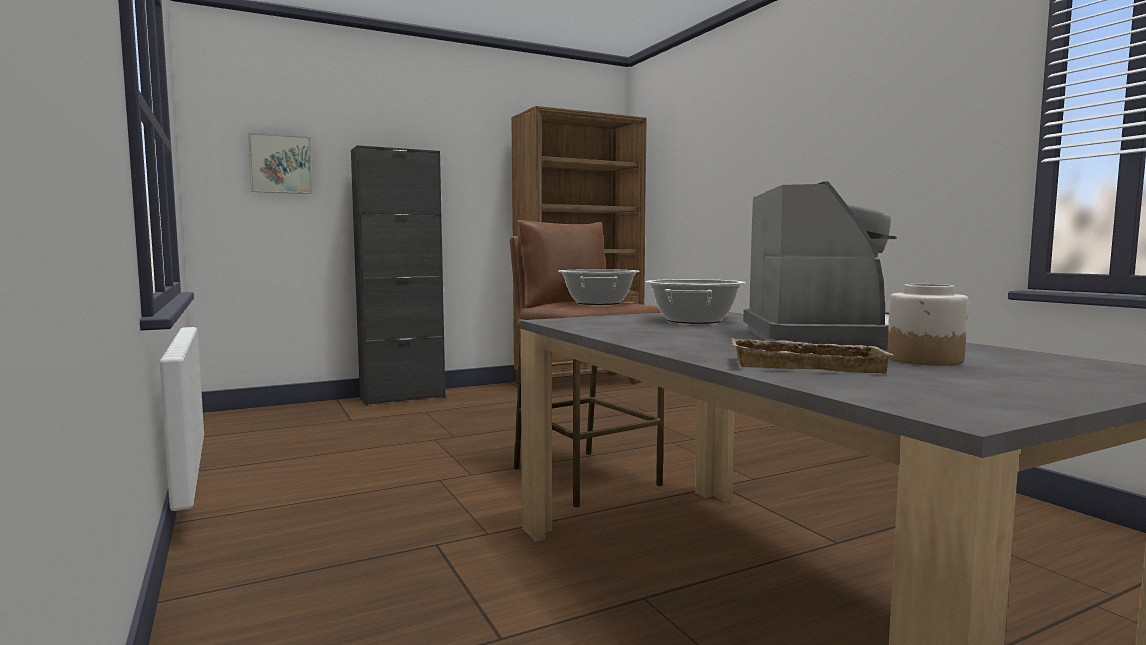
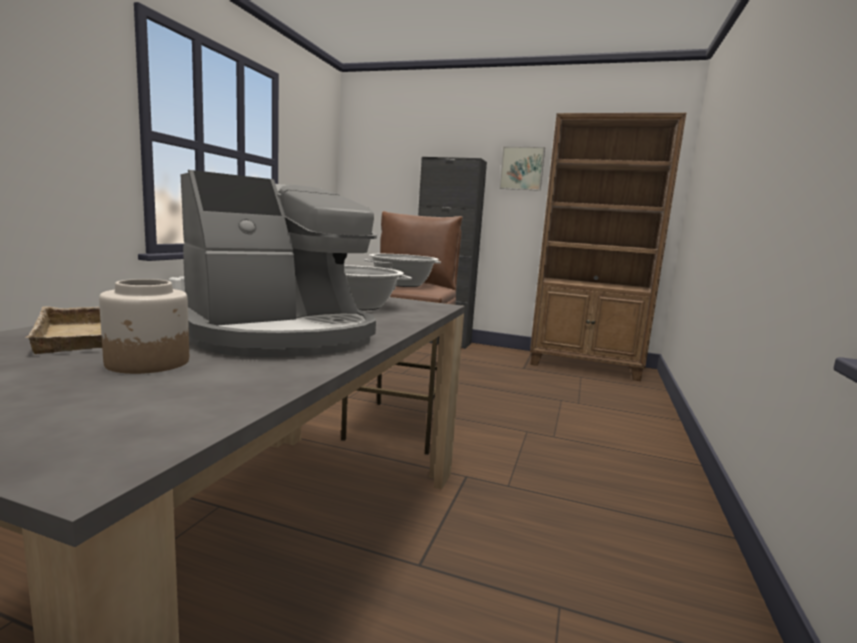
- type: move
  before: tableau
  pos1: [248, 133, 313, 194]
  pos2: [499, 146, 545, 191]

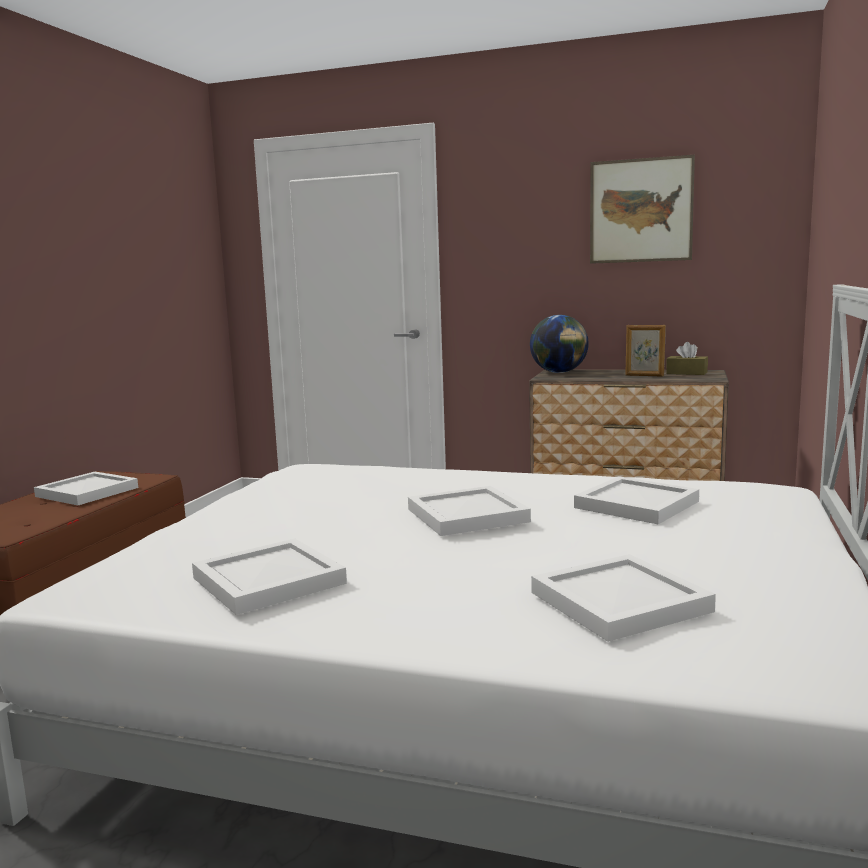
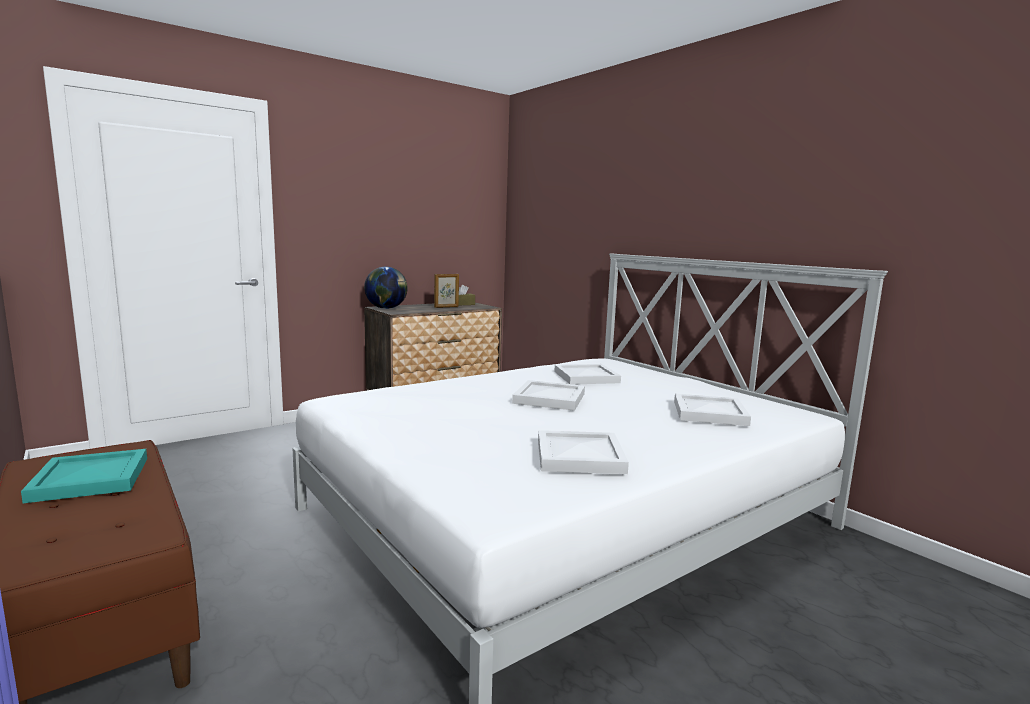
- type: recolor
  before: plateau [blanc]
  after: plateau [turquoise]
  pos1: [34, 472, 138, 505]
  pos2: [21, 449, 147, 503]
- type: delete
  before: tableau
  pos1: [590, 155, 695, 264]

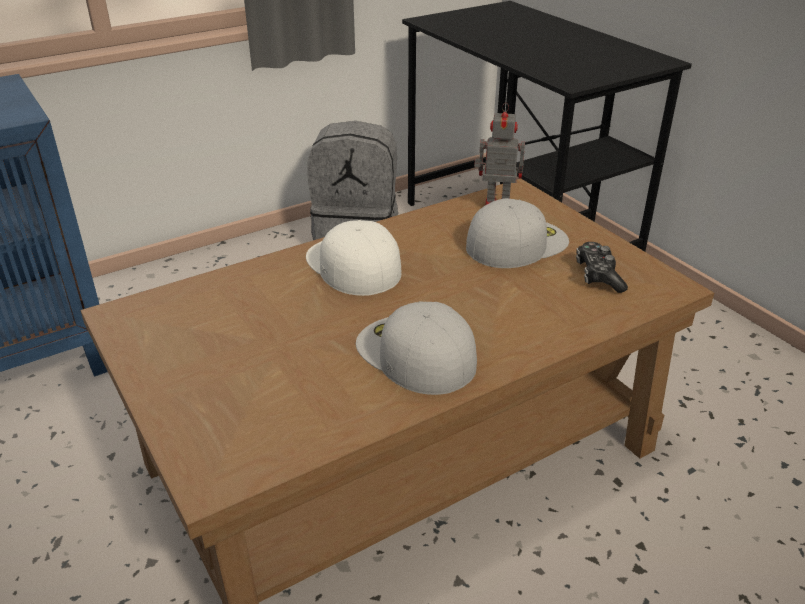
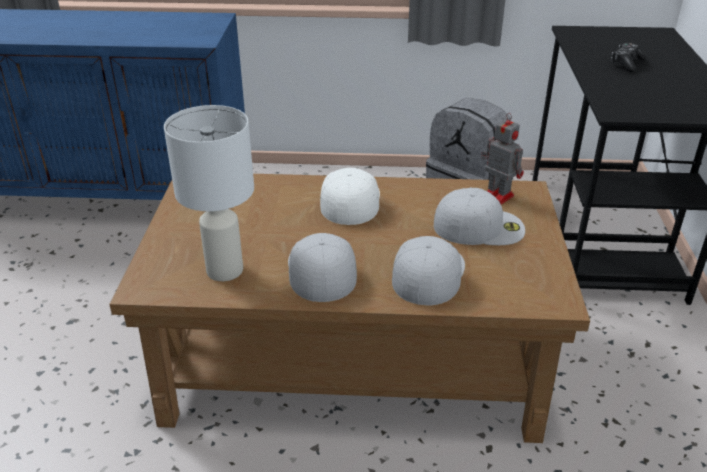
- type: move
  before: manette
  pos1: [576, 242, 628, 293]
  pos2: [611, 43, 646, 72]
- type: insert
  after: lampe de table [blanc]
  pos2: [164, 105, 254, 281]
- type: insert
  after: casquette [blanc]
  pos2: [392, 236, 465, 305]

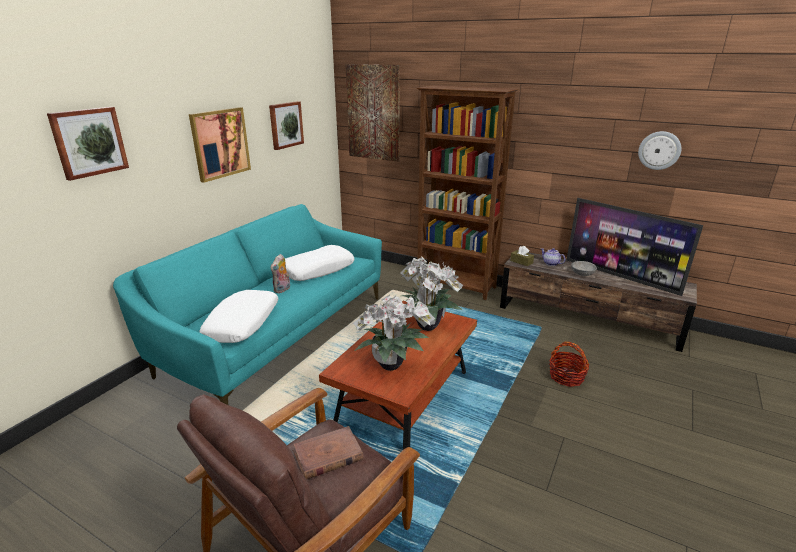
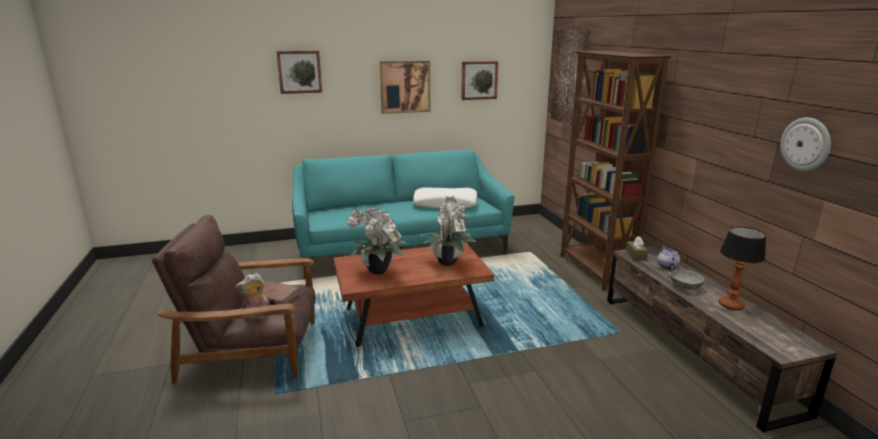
- type: delete
  before: coussin [blanc]
  pos1: [199, 290, 278, 343]
- type: move
  before: peluche
  pos1: [271, 254, 290, 293]
  pos2: [235, 273, 269, 320]
- type: delete
  before: panier
  pos1: [549, 342, 590, 387]
- type: replace
  before: téléviseur
  after: lampe de table
  pos1: [567, 198, 703, 296]
  pos2: [718, 227, 766, 310]

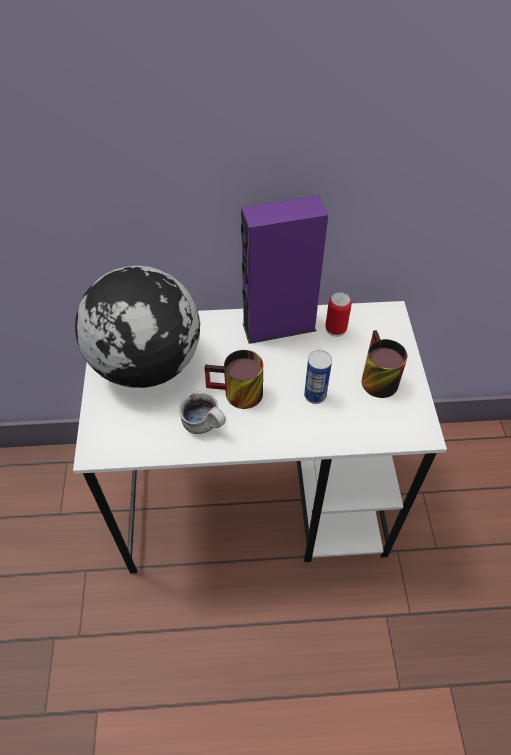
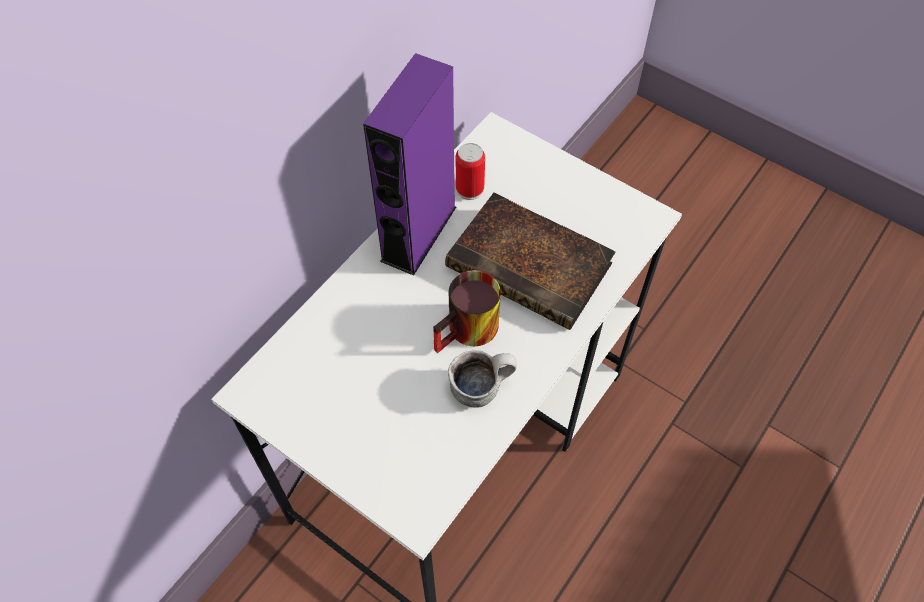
- type: delete
  before: globe
  pos1: [75, 266, 200, 388]
- type: replace
  before: boîte métallique
  after: livre
  pos1: [304, 350, 332, 404]
  pos2: [445, 193, 616, 330]
- type: delete
  before: mug
  pos1: [362, 330, 408, 398]

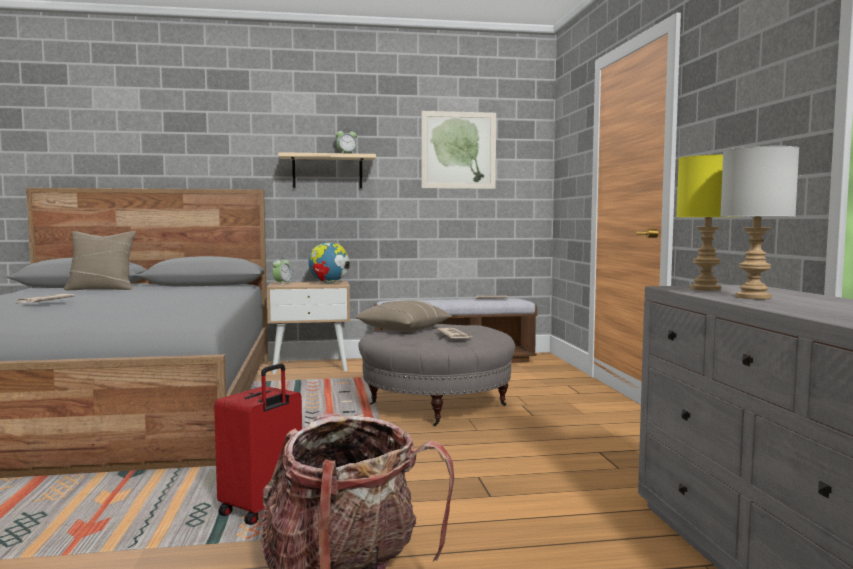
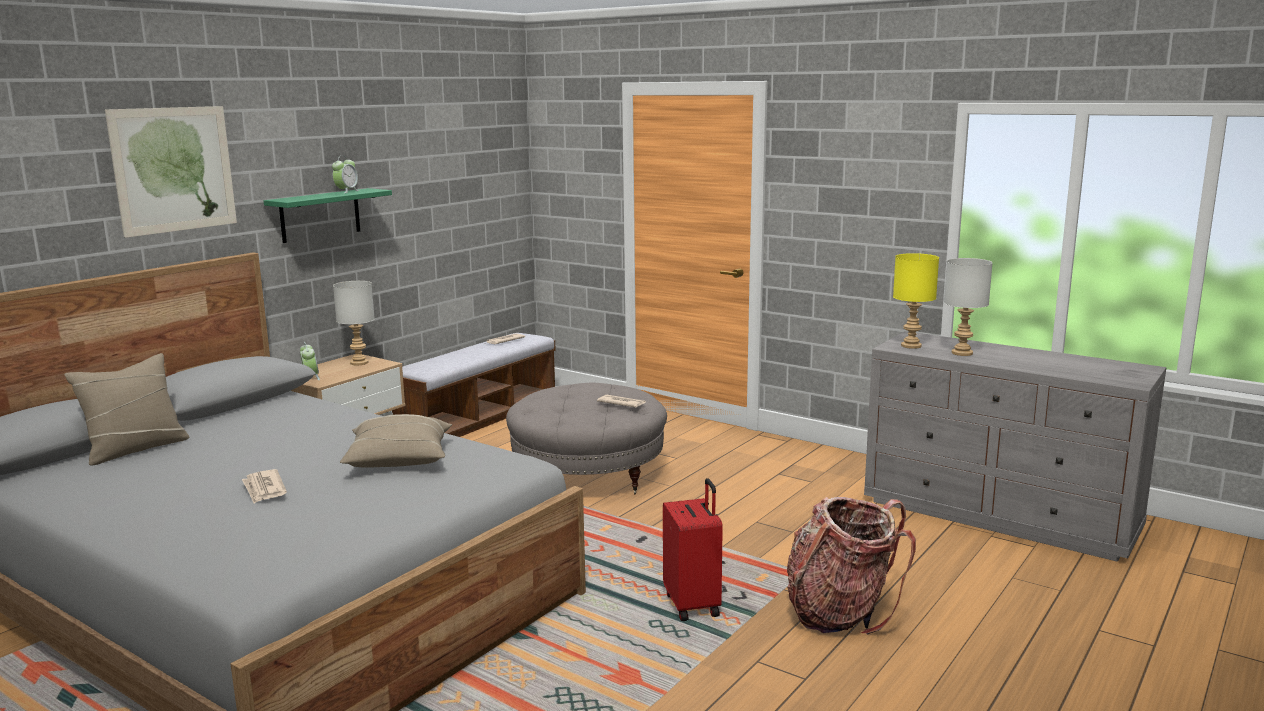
- type: recolor
  before: étagère [beige]
  after: étagère [vert]
  pos1: [278, 152, 376, 188]
  pos2: [264, 188, 392, 243]
- type: replace
  before: globe
  after: lampe de table [gris]
  pos1: [308, 242, 350, 283]
  pos2: [333, 281, 375, 365]
- type: move
  before: coussin [beige]
  pos1: [354, 300, 452, 332]
  pos2: [340, 414, 452, 468]
- type: move
  before: tableau
  pos1: [422, 111, 496, 189]
  pos2: [105, 106, 237, 238]

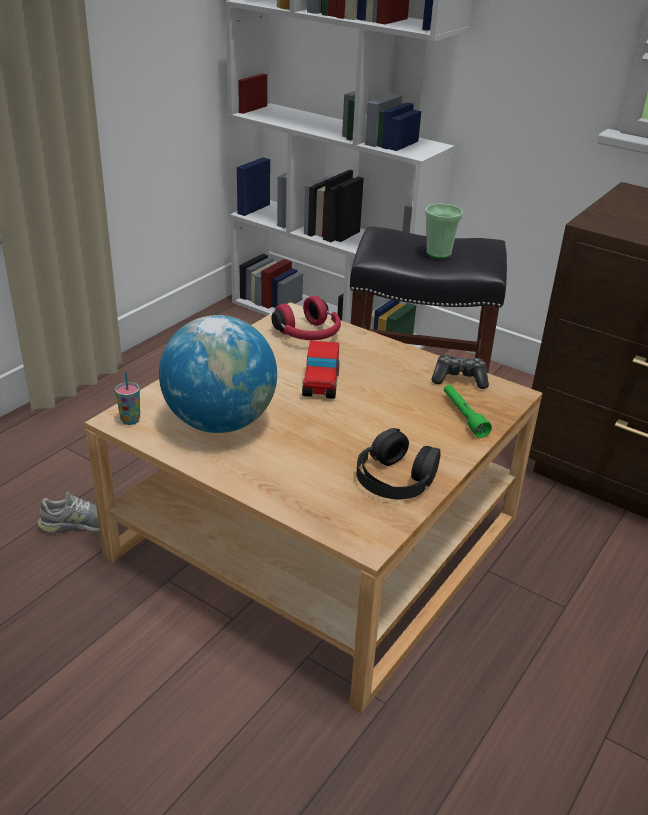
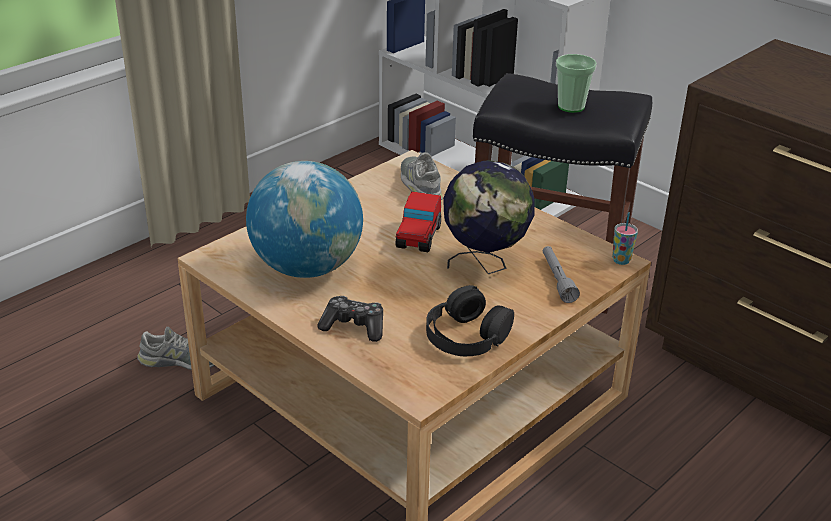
- type: move
  before: tasse
  pos1: [115, 371, 140, 425]
  pos2: [612, 212, 638, 265]
- type: replace
  before: casque audio [rouge]
  after: chaussure [gris]
  pos1: [271, 296, 341, 340]
  pos2: [401, 152, 443, 200]
- type: move
  before: manette
  pos1: [431, 355, 489, 389]
  pos2: [318, 296, 383, 342]
- type: recolor
  before: lampe de poche [vert]
  after: lampe de poche [gris]
  pos1: [444, 385, 492, 438]
  pos2: [543, 246, 580, 303]
- type: insert
  after: globe
  pos2: [443, 160, 535, 274]

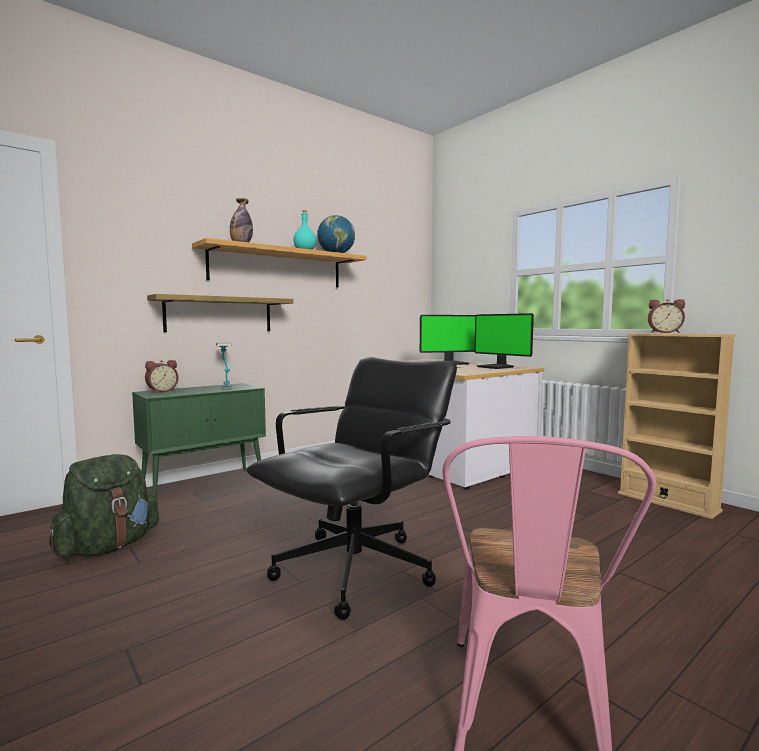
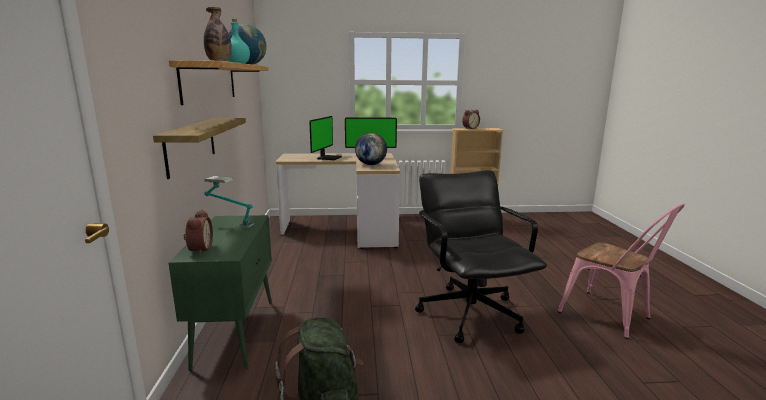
- type: insert
  after: globe
  pos2: [355, 133, 387, 165]

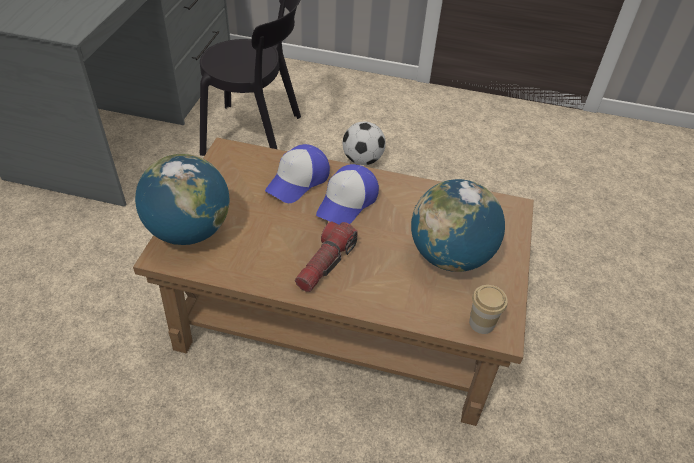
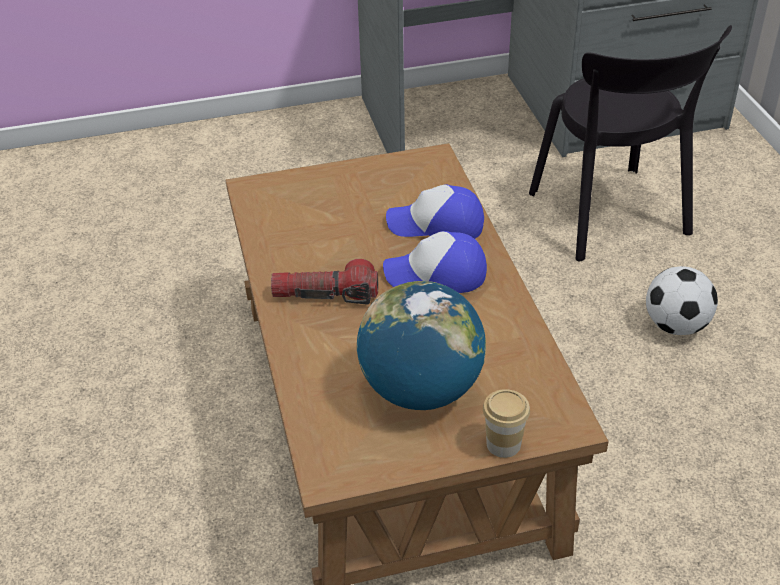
- type: delete
  before: globe
  pos1: [135, 154, 230, 245]
- type: move
  before: tasse
  pos1: [469, 285, 508, 334]
  pos2: [483, 389, 530, 458]

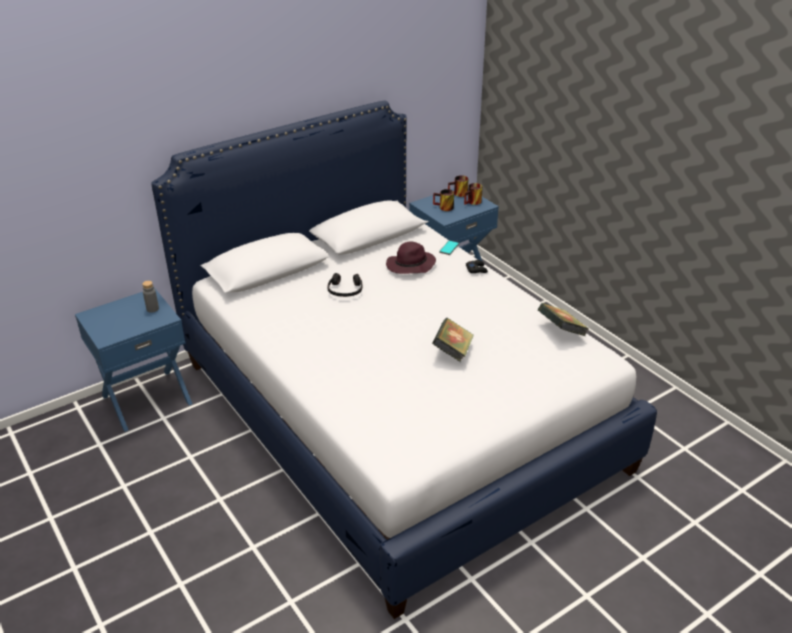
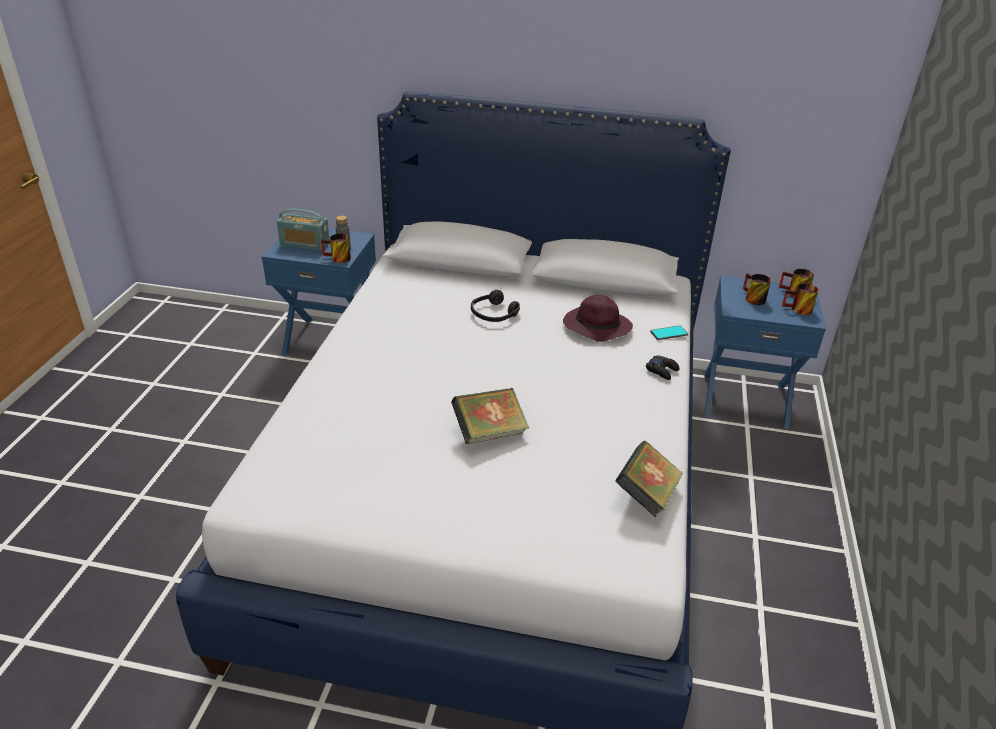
- type: insert
  after: radio
  pos2: [277, 209, 330, 251]
- type: insert
  after: mug
  pos2: [321, 233, 351, 263]

